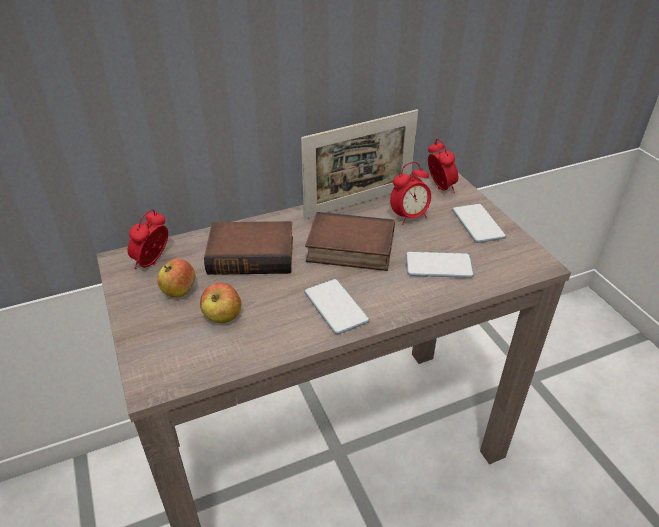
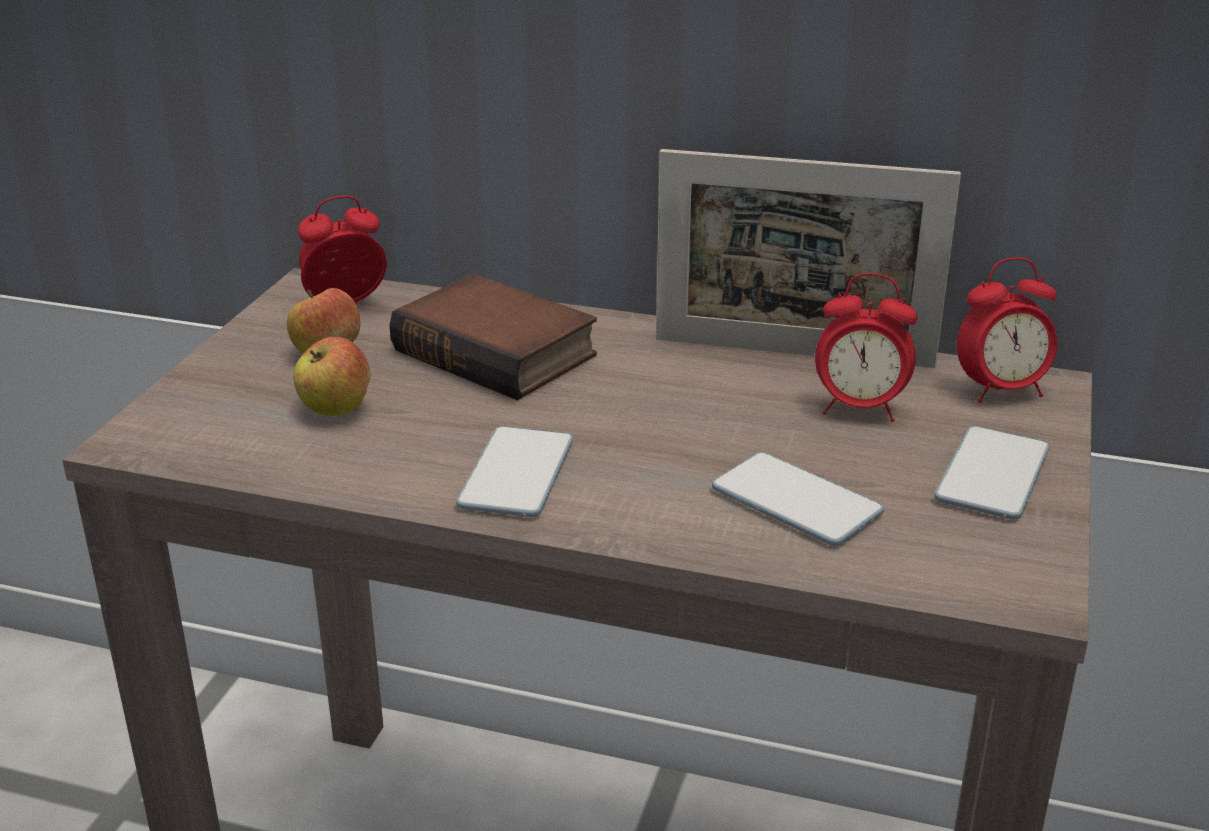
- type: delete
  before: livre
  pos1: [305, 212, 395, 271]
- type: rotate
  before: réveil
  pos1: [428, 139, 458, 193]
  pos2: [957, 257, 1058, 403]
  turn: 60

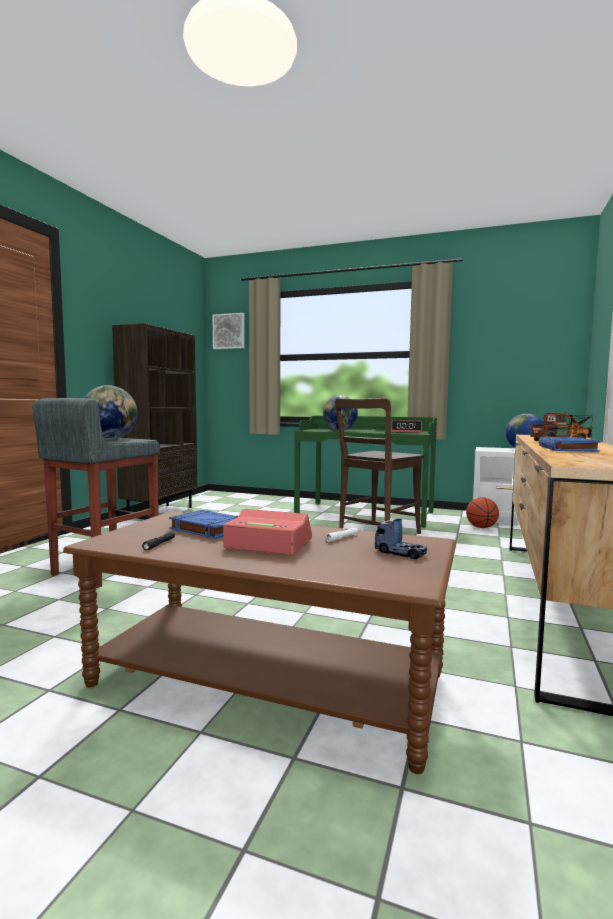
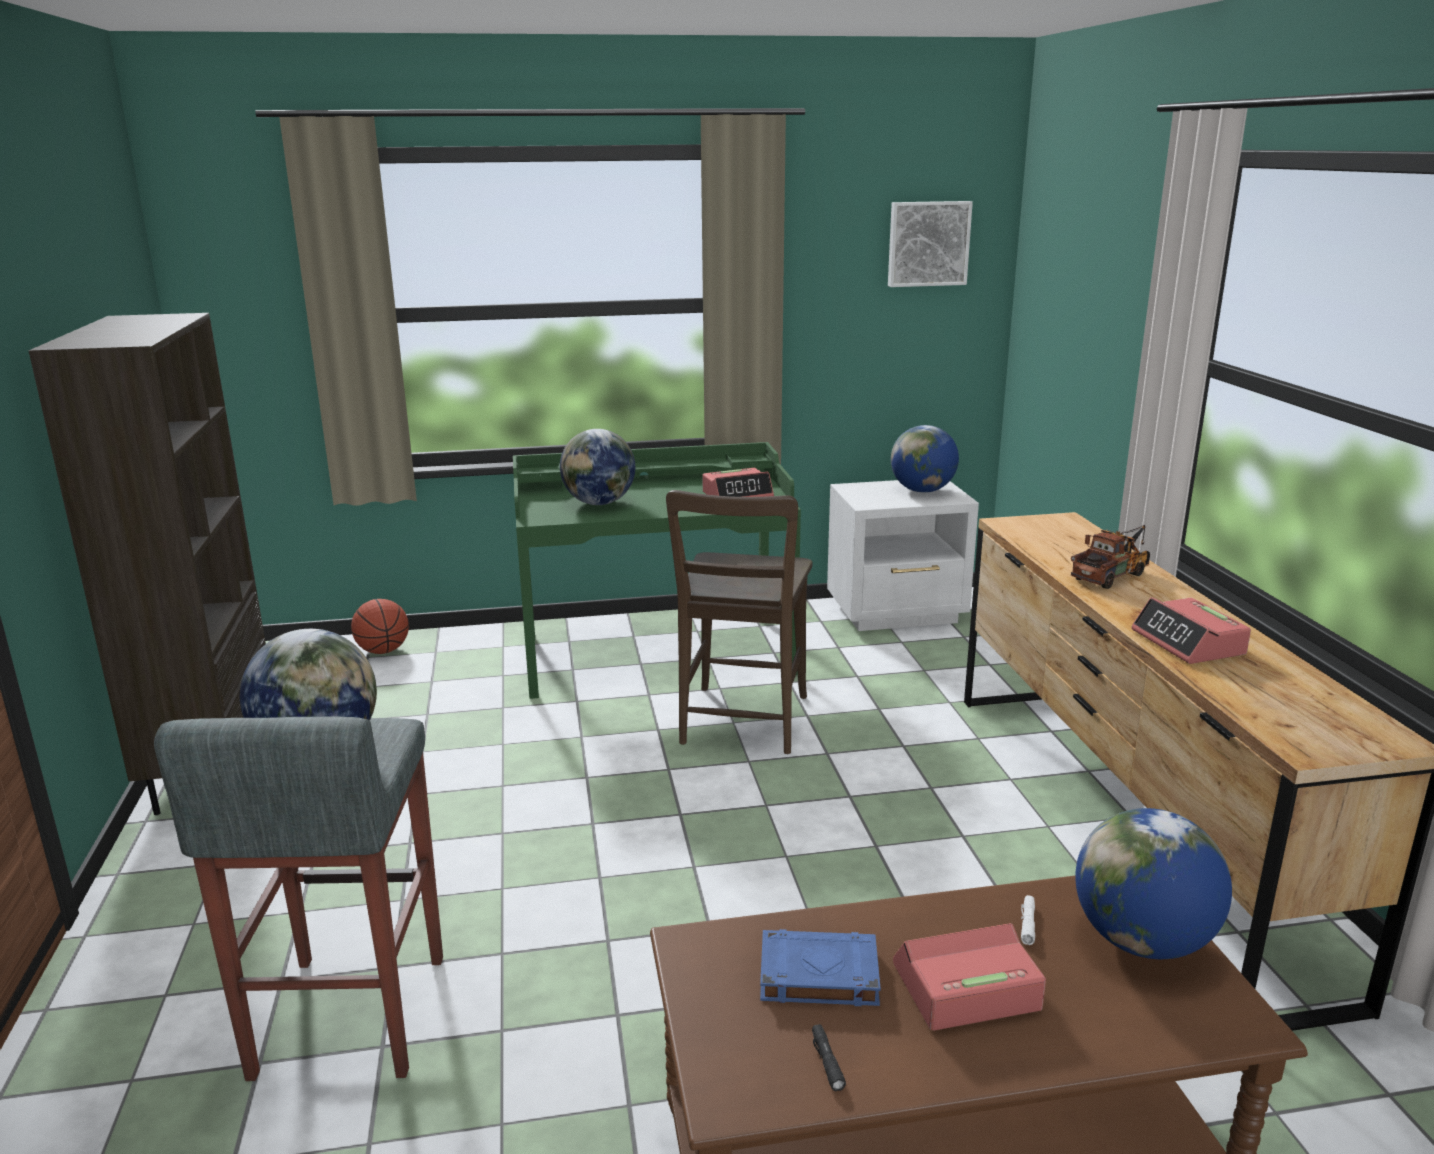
- type: move
  before: tableau
  pos1: [212, 313, 245, 349]
  pos2: [888, 201, 973, 287]
- type: replace
  before: camion jouet
  after: globe
  pos1: [375, 518, 427, 560]
  pos2: [1075, 808, 1232, 959]
- type: move
  before: ballon de basket
  pos1: [466, 497, 499, 528]
  pos2: [351, 599, 409, 654]
- type: replace
  before: livre [bleu]
  after: réveil
  pos1: [538, 436, 600, 452]
  pos2: [1131, 597, 1251, 664]

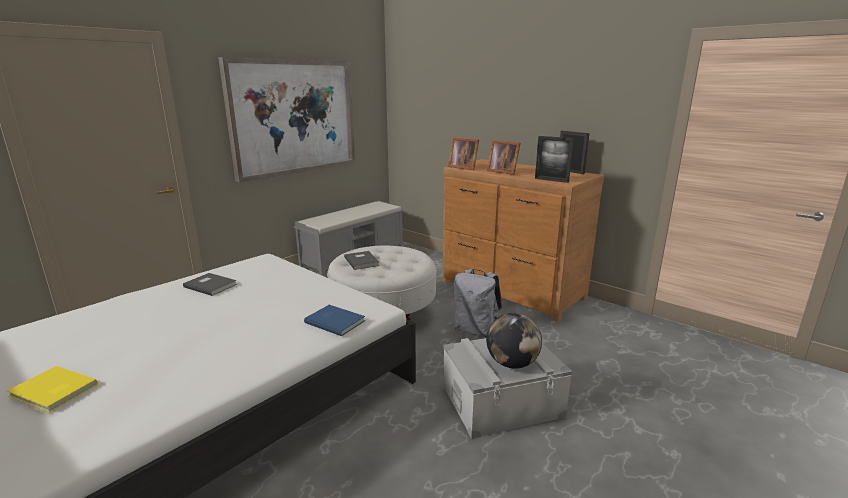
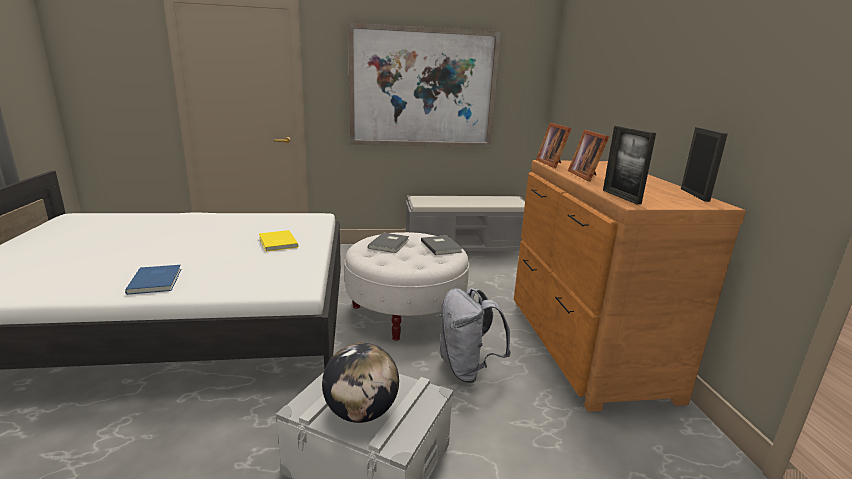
- type: move
  before: livre [jaune]
  pos1: [7, 366, 98, 413]
  pos2: [259, 230, 299, 252]
- type: move
  before: livre [gris]
  pos1: [183, 273, 237, 296]
  pos2: [421, 235, 463, 255]
- type: move
  before: livre [bleu]
  pos1: [304, 305, 365, 336]
  pos2: [125, 265, 181, 295]

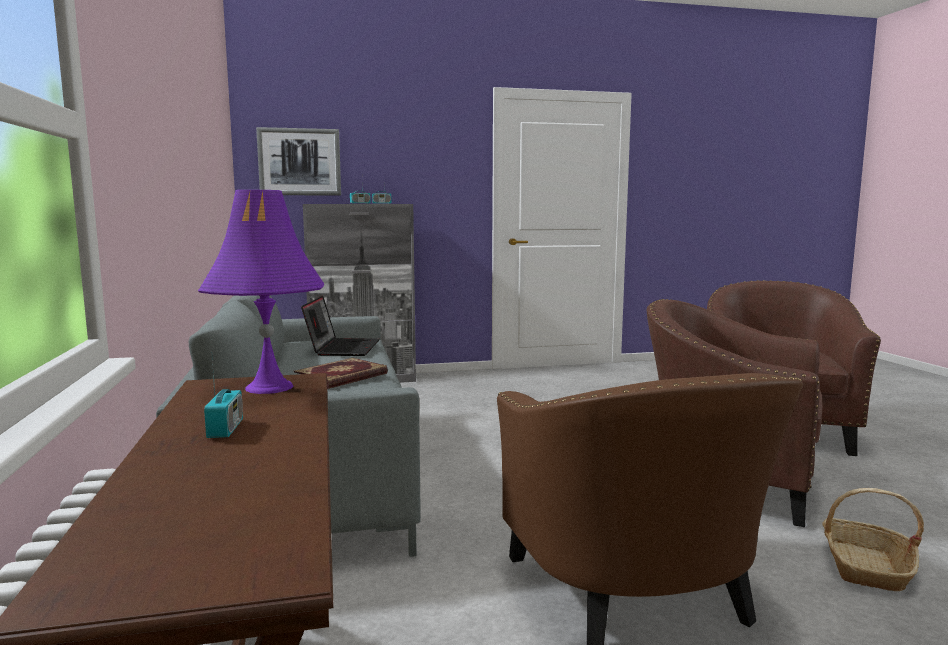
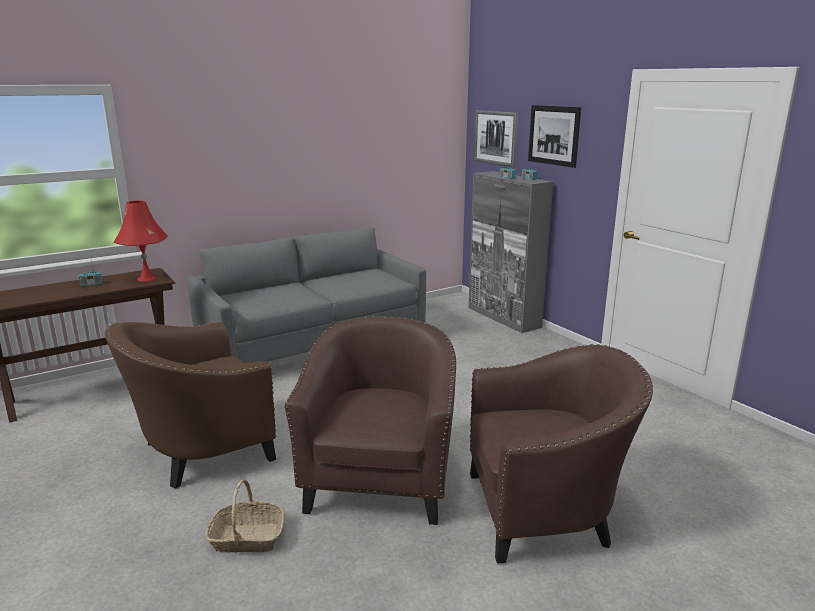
- type: recolor
  before: lampe de table [violet]
  after: lampe de table [rouge]
  pos1: [198, 190, 324, 394]
  pos2: [114, 200, 168, 282]
- type: delete
  before: livre
  pos1: [294, 358, 388, 389]
- type: delete
  before: ordinateur portable
  pos1: [301, 296, 379, 356]
- type: insert
  after: tableau
  pos2: [528, 105, 581, 168]

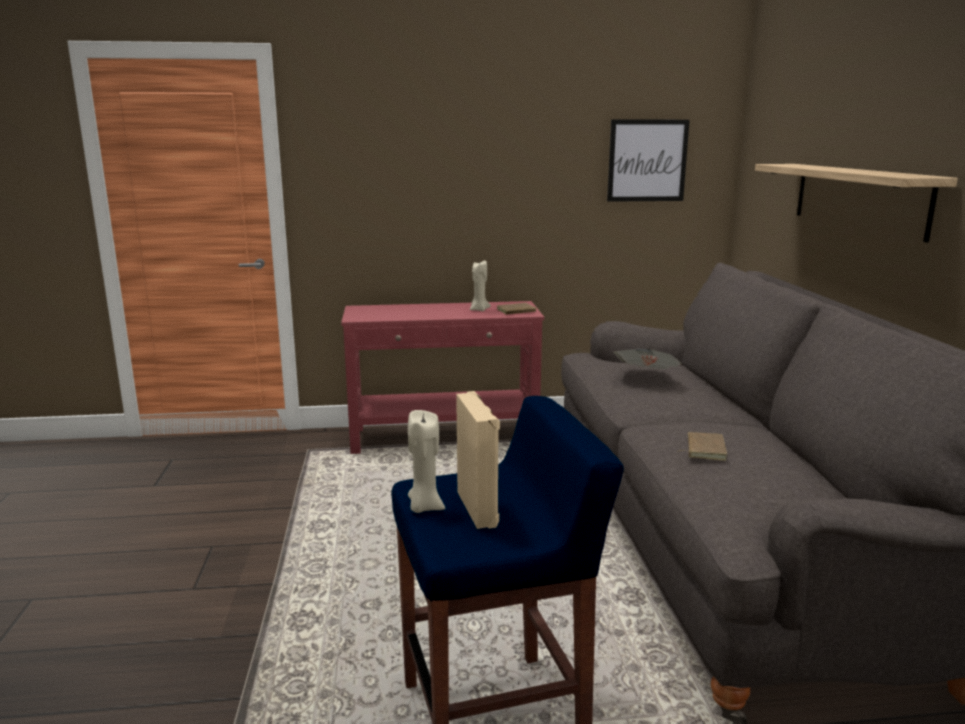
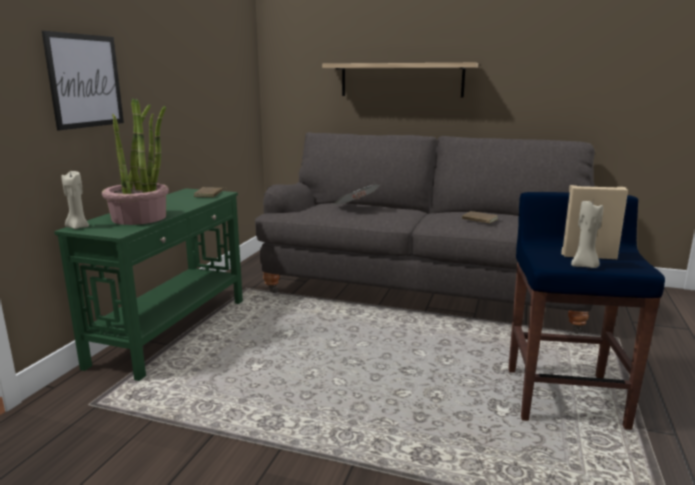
- type: recolor
  before: table console [rouge]
  after: table console [vert]
  pos1: [341, 301, 544, 454]
  pos2: [54, 188, 243, 381]
- type: move
  before: bougie [beige]
  pos1: [470, 260, 491, 311]
  pos2: [61, 171, 89, 229]
- type: move
  before: tableau
  pos1: [607, 119, 690, 202]
  pos2: [42, 31, 124, 130]
- type: insert
  after: plante en pot
  pos2: [102, 99, 169, 225]

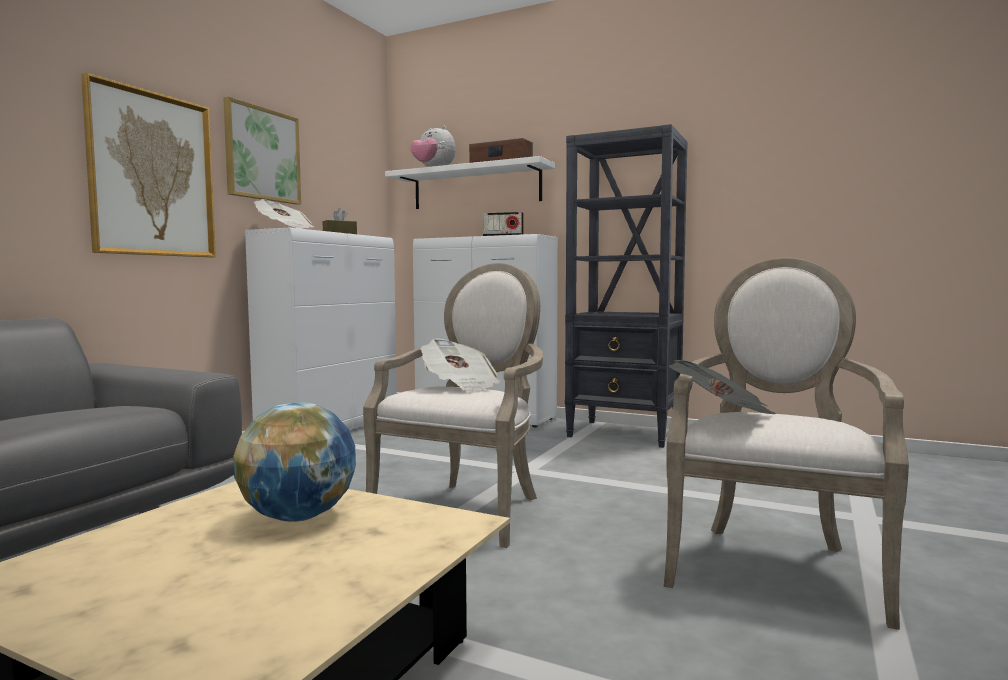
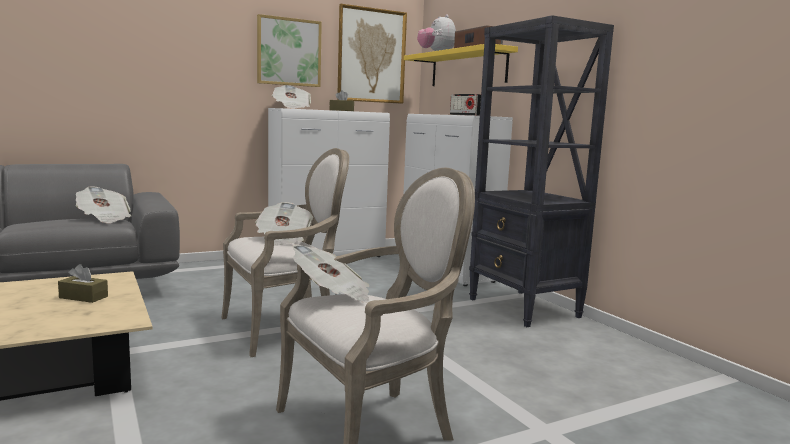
- type: move
  before: tableau
  pos1: [81, 73, 216, 257]
  pos2: [337, 4, 407, 104]
- type: replace
  before: globe
  after: boîte à mouchoirs [marron]
  pos1: [233, 403, 356, 522]
  pos2: [58, 264, 108, 303]
- type: recolor
  before: étagère [blanc]
  after: étagère [jaune]
  pos1: [385, 156, 555, 209]
  pos2: [404, 44, 518, 86]
- type: insert
  after: journal
  pos2: [76, 186, 131, 223]

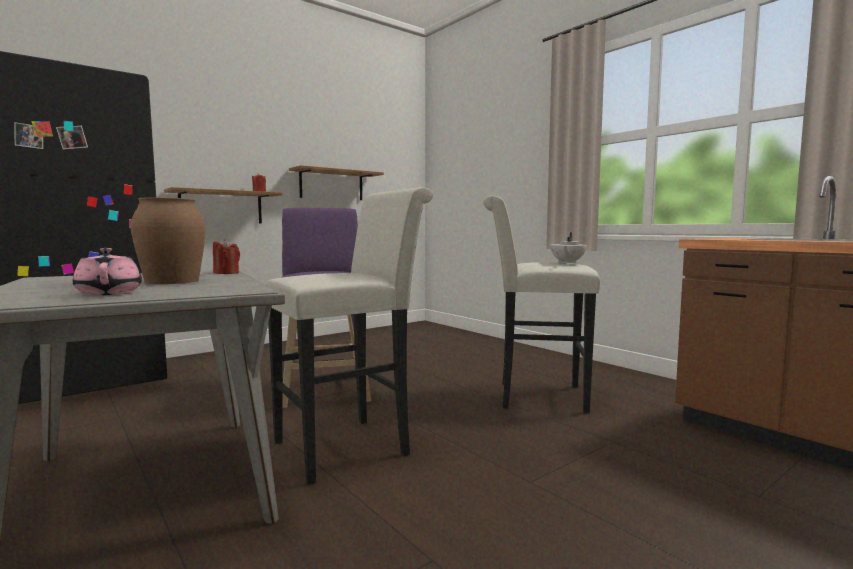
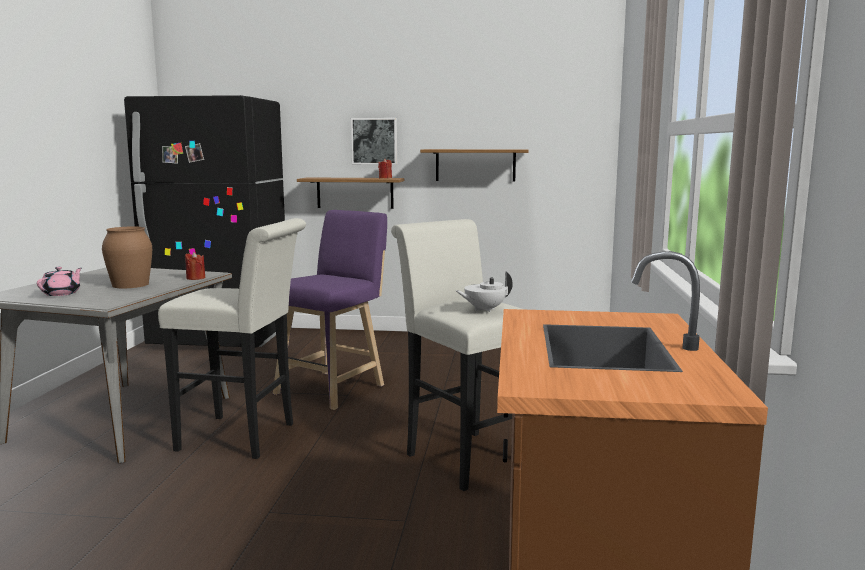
- type: insert
  after: tableau
  pos2: [351, 118, 397, 165]

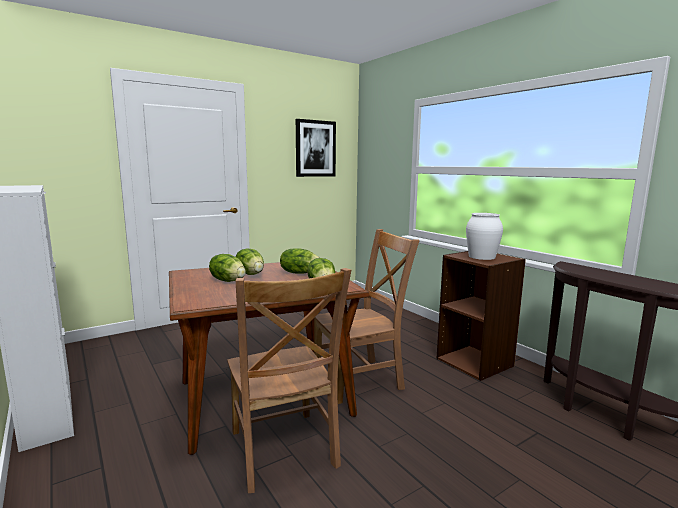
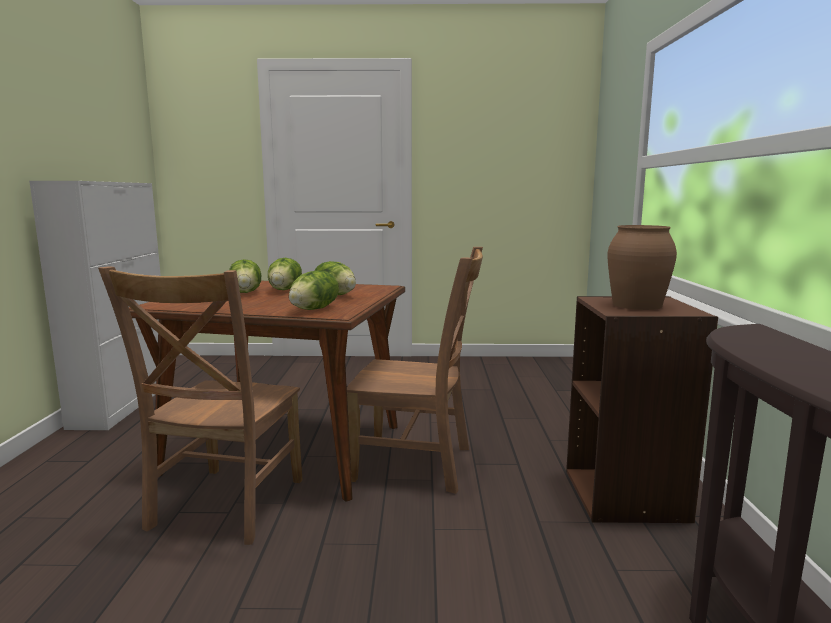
- type: delete
  before: tableau
  pos1: [296, 119, 336, 177]
- type: recolor
  before: vase [blanc]
  after: vase [marron]
  pos1: [466, 213, 503, 260]
  pos2: [607, 225, 677, 310]

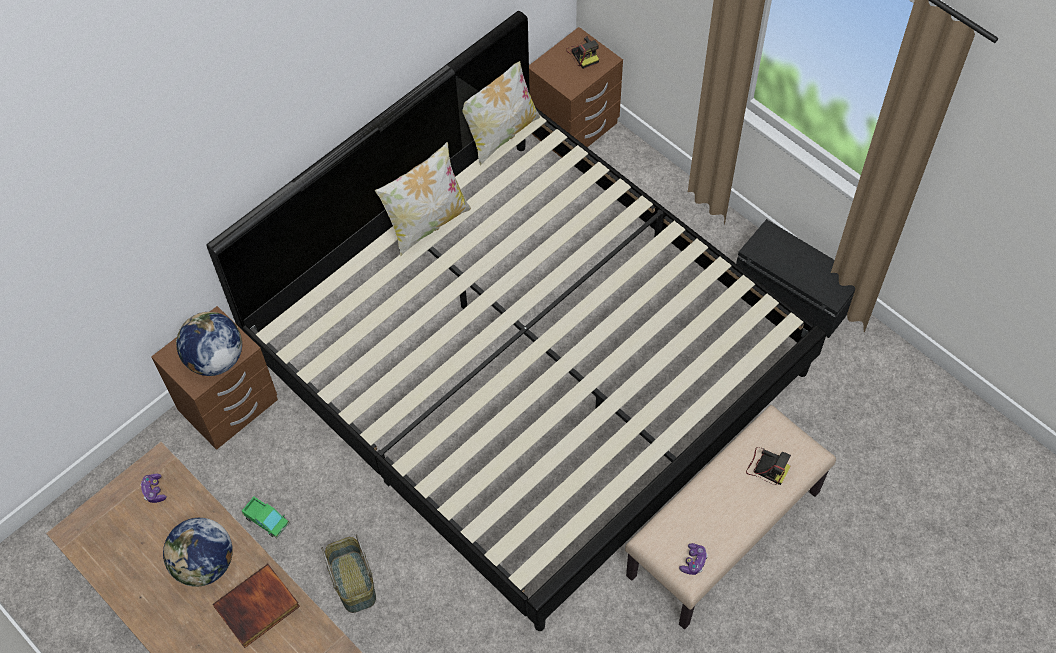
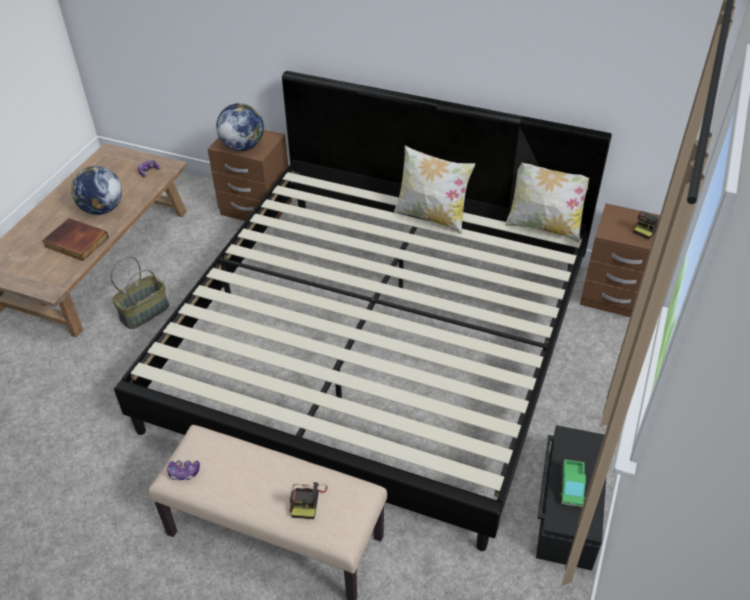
- type: move
  before: camion jouet
  pos1: [242, 497, 290, 538]
  pos2: [560, 459, 586, 507]

